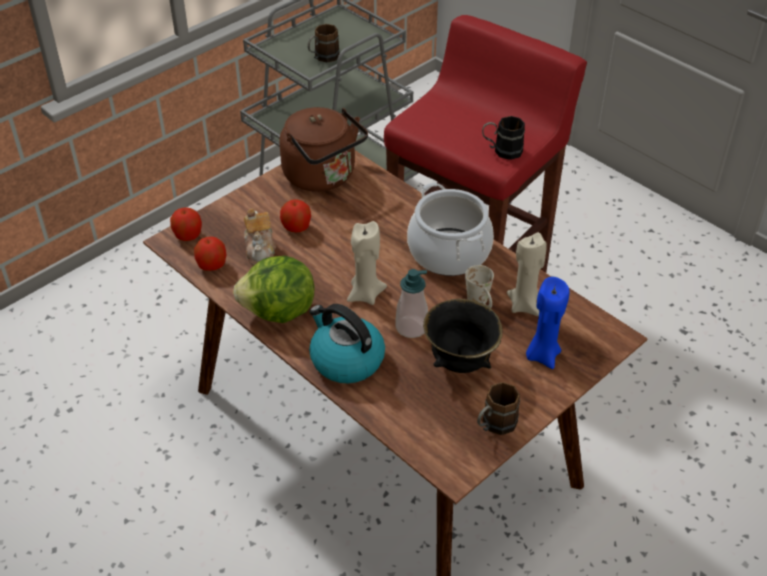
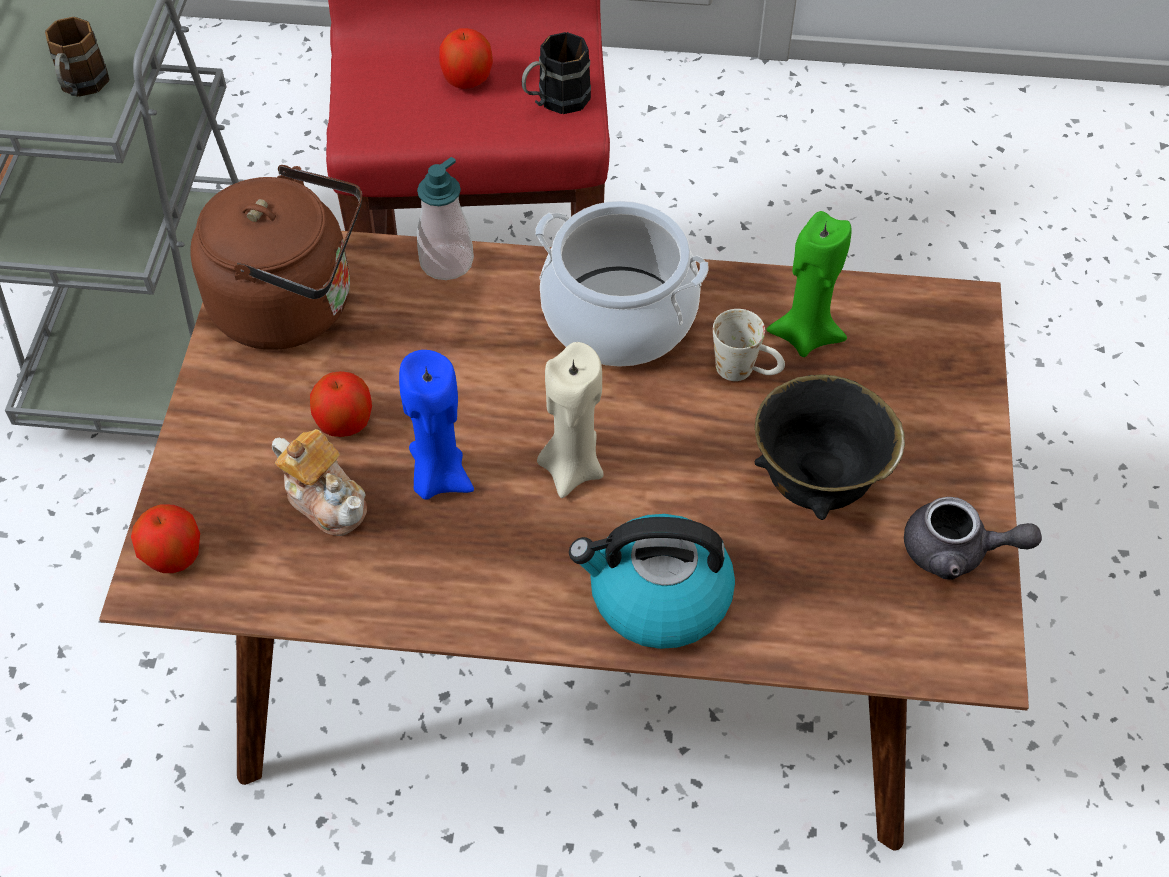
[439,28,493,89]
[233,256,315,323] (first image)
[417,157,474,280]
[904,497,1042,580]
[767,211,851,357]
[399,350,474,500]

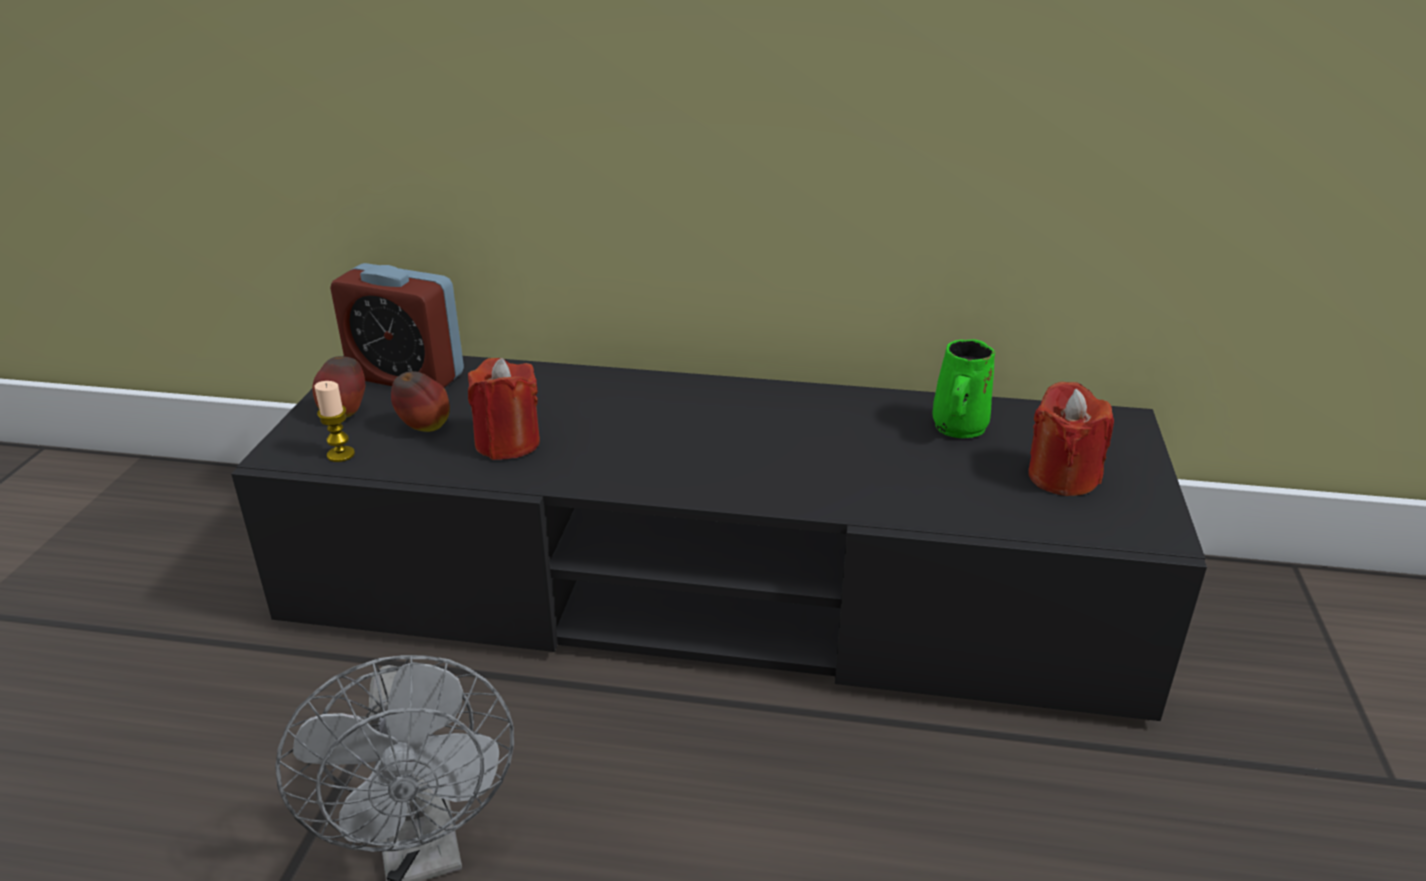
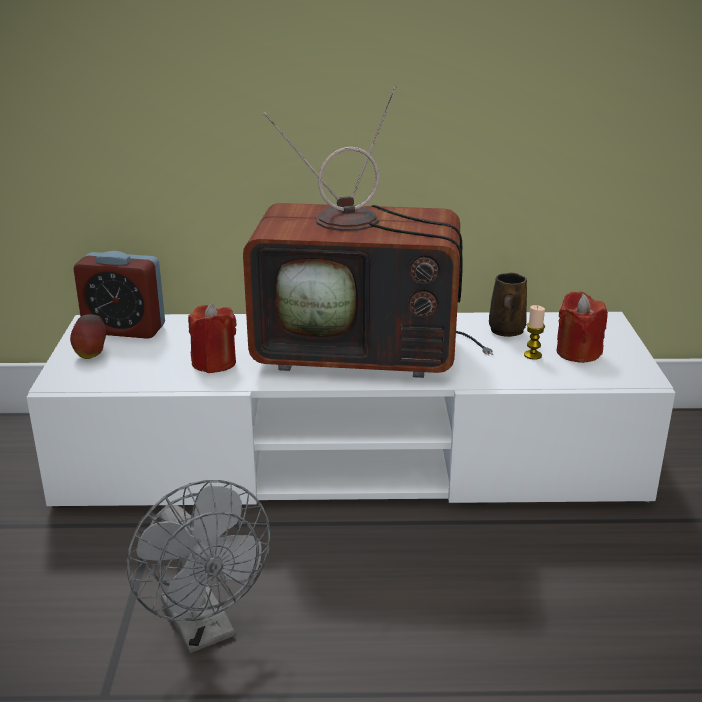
[26,312,675,508]
[524,305,545,360]
[391,371,450,432] (first image)
[489,273,527,337]
[243,86,493,378]

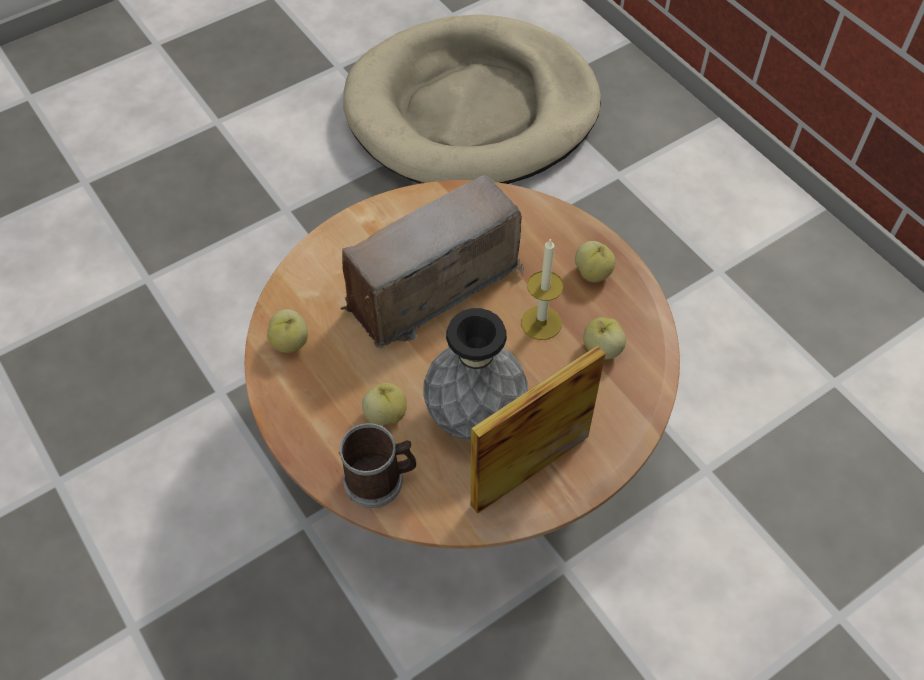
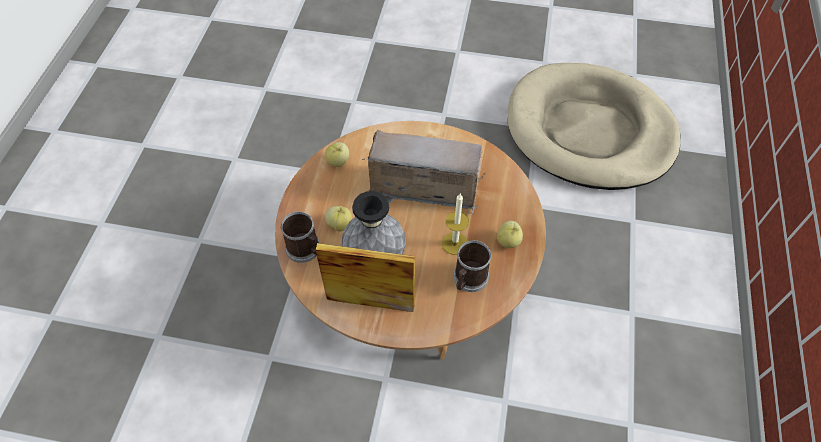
[453,240,491,292]

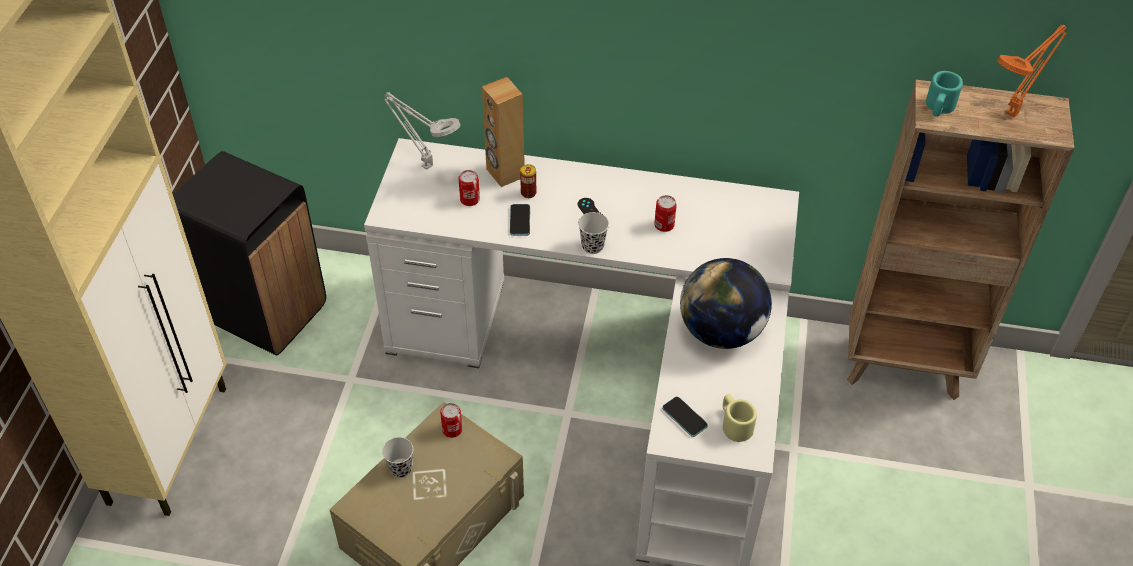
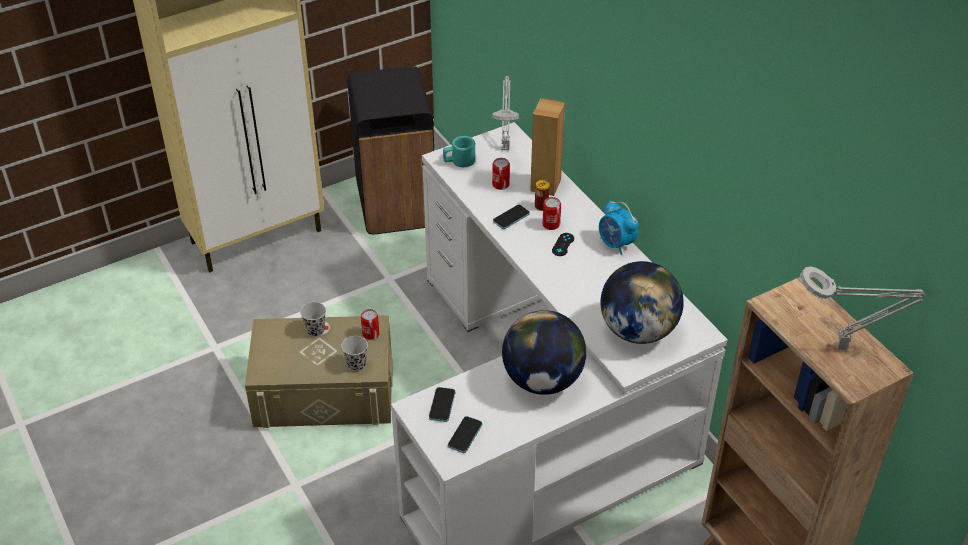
[341,336,368,371]
[542,197,561,230]
[448,416,482,453]
[443,136,475,167]
[800,266,926,350]
[599,200,639,255]
[600,261,684,344]

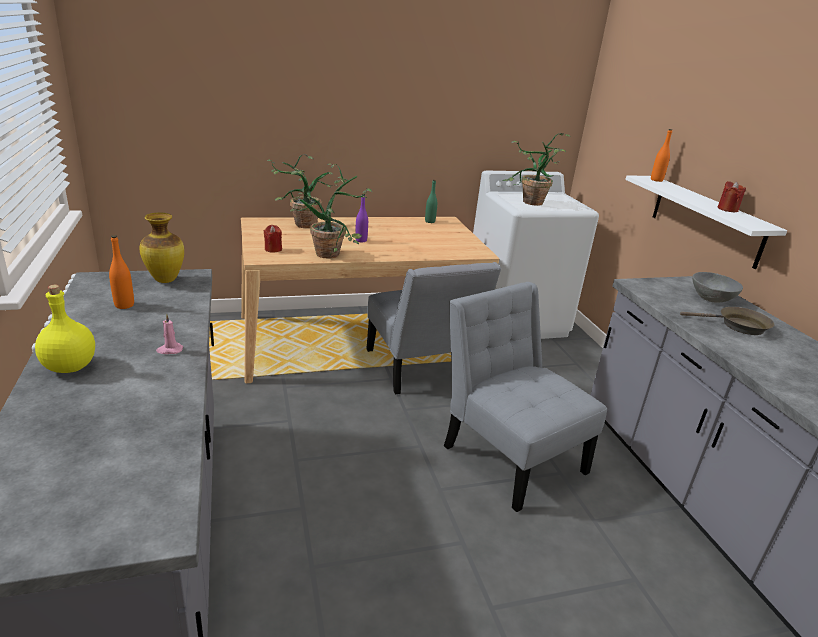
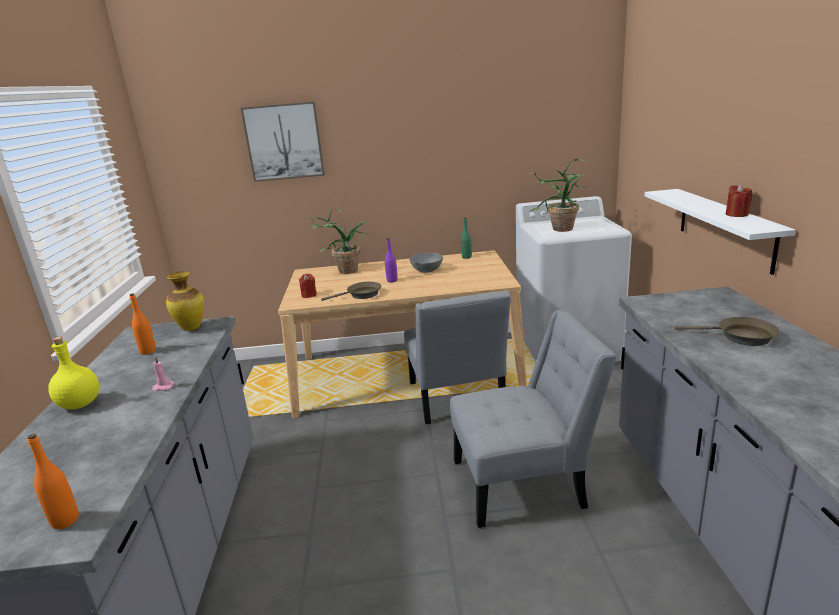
[321,281,381,301]
[450,310,617,528]
[28,434,79,529]
[410,253,443,273]
[241,101,325,182]

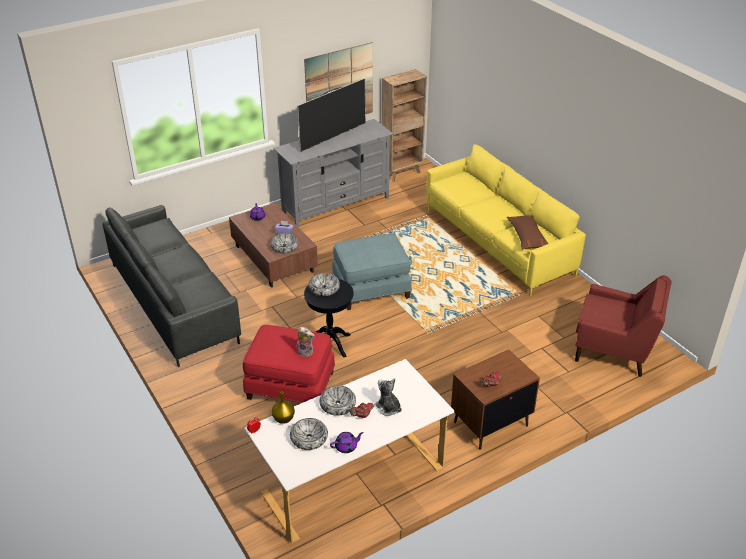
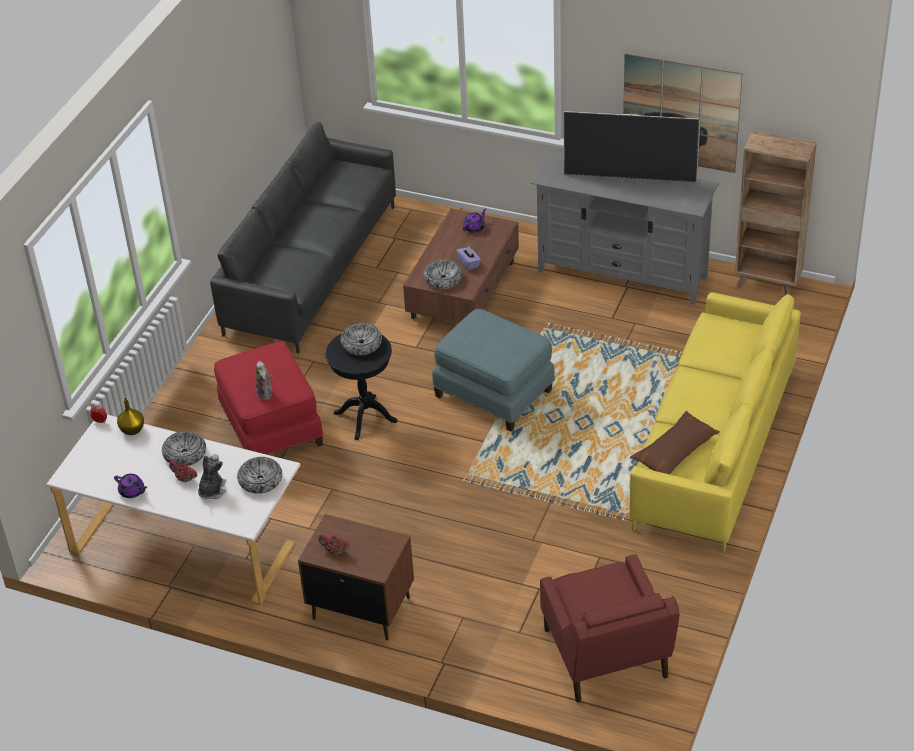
[237,457,282,494]

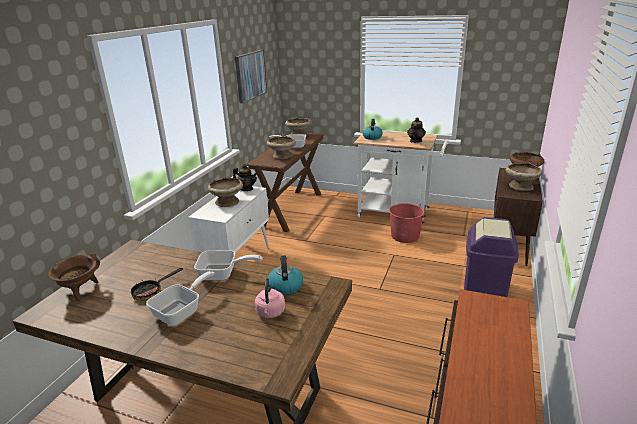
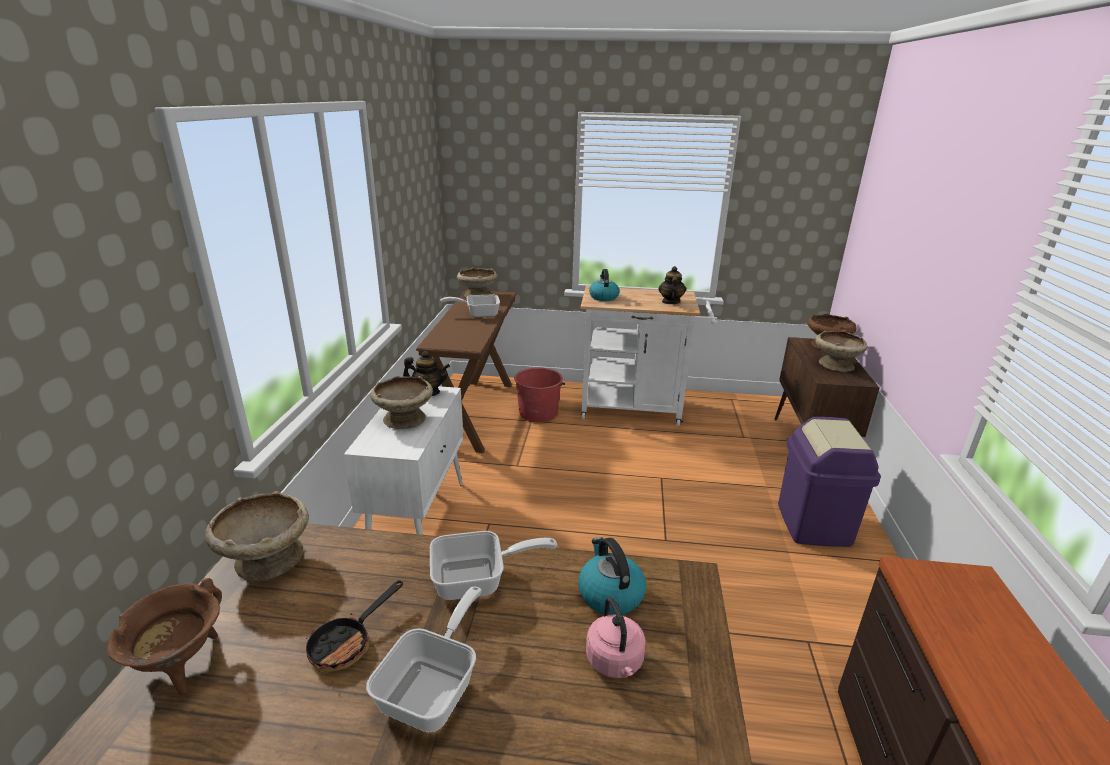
[235,50,267,103] (first image)
[205,491,309,581]
[514,367,565,422]

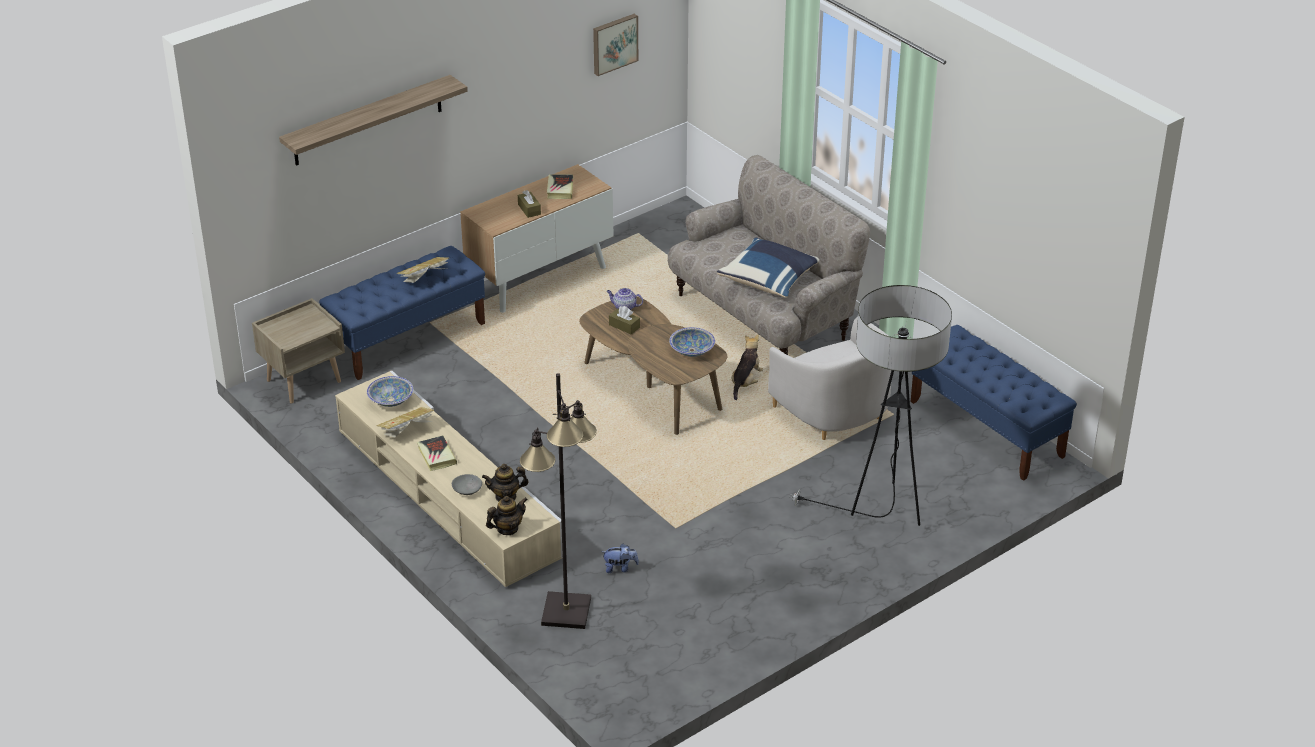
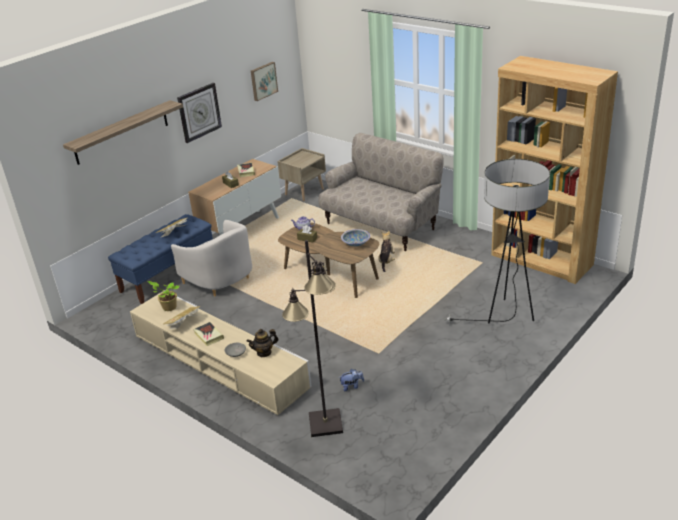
[277,148,326,201]
[147,281,179,311]
[486,496,528,535] (first image)
[717,237,819,298] (first image)
[171,220,252,297]
[491,56,618,284]
[177,83,222,143]

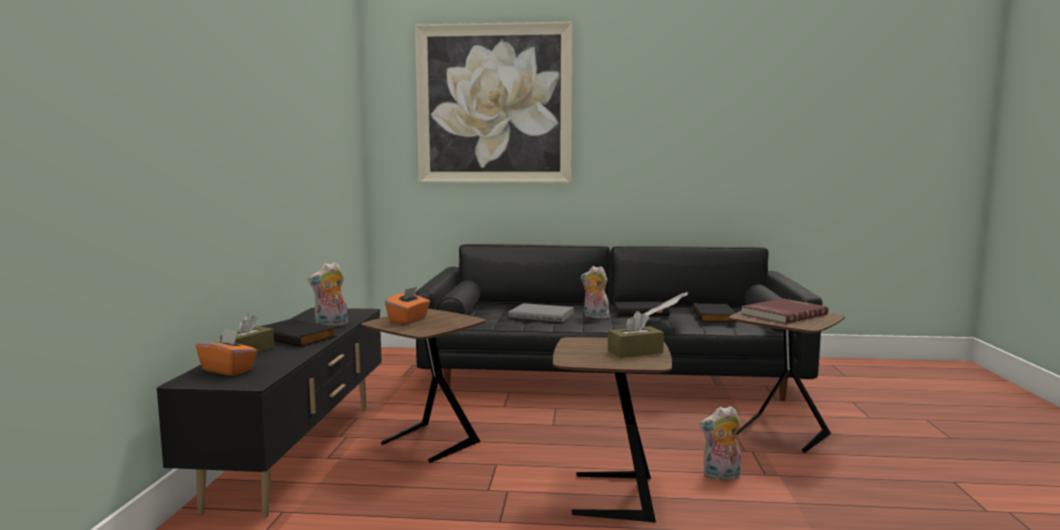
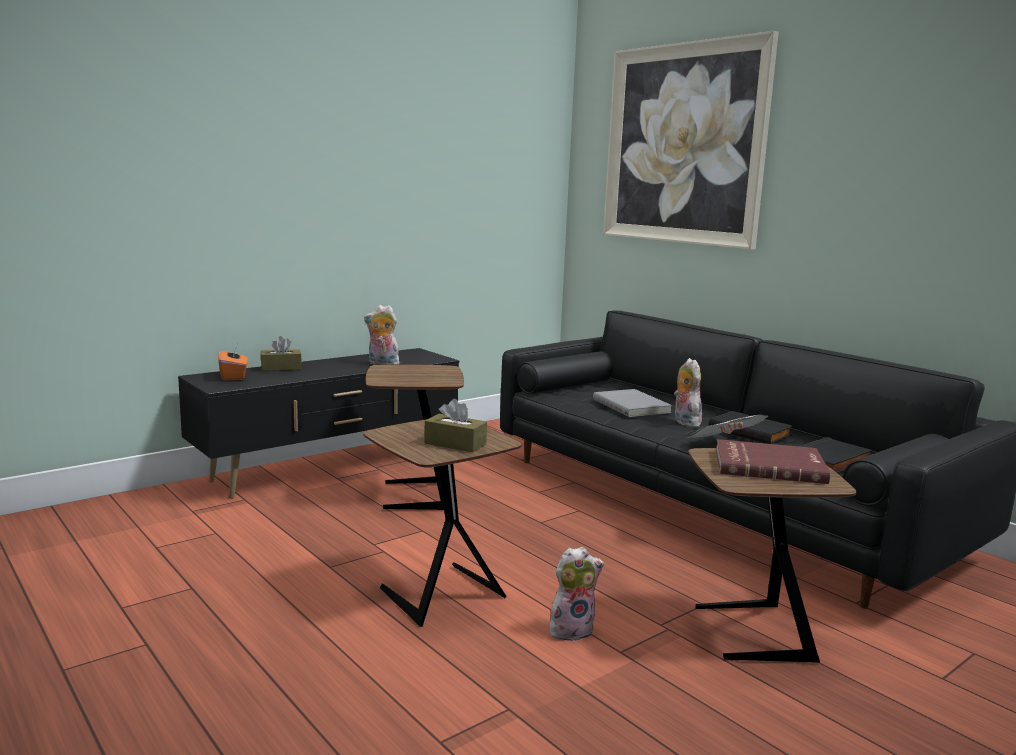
[259,319,337,347] (first image)
[385,287,430,324] (first image)
[550,547,604,641]

